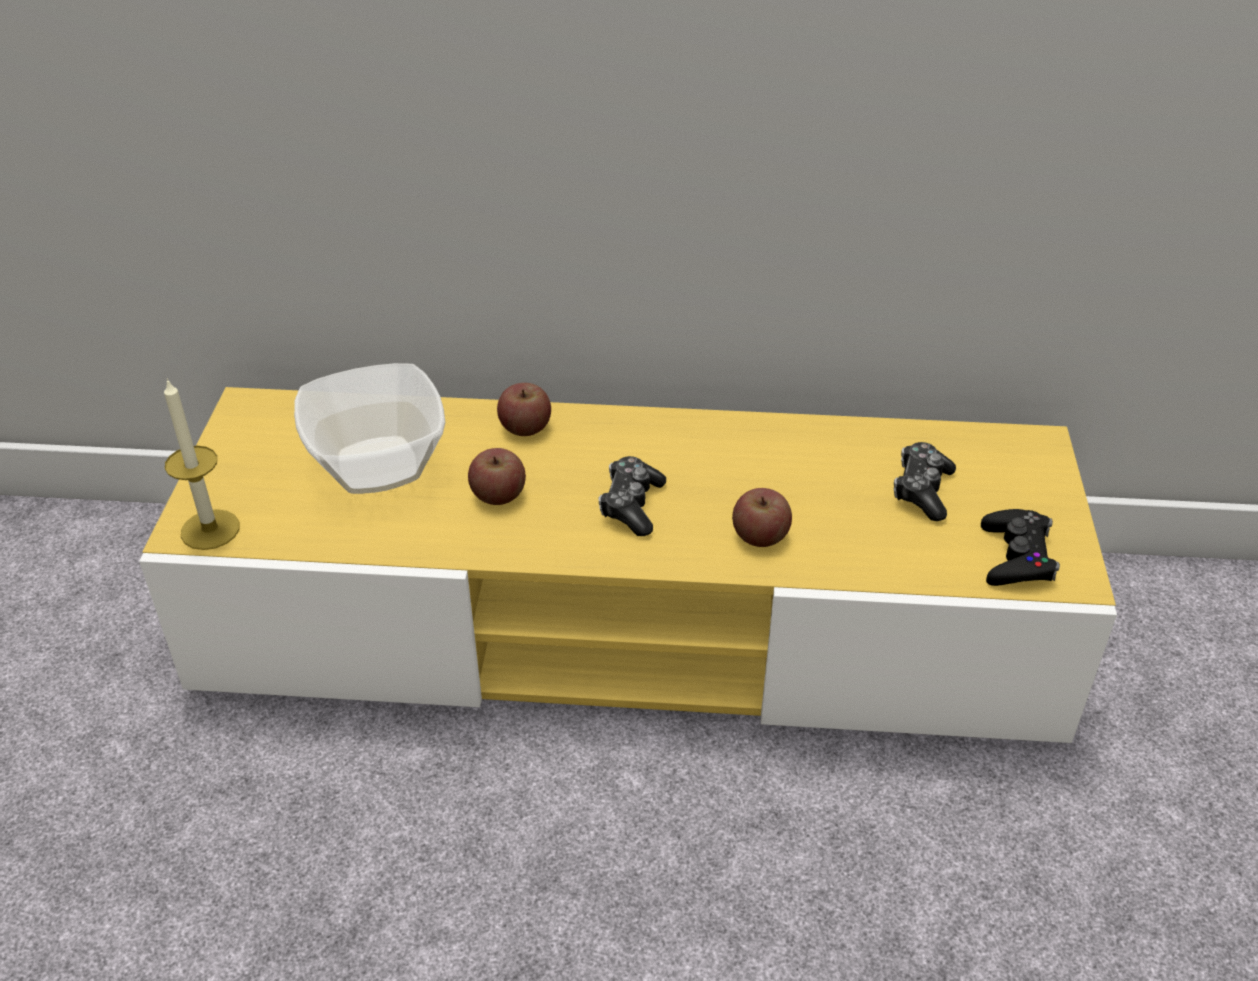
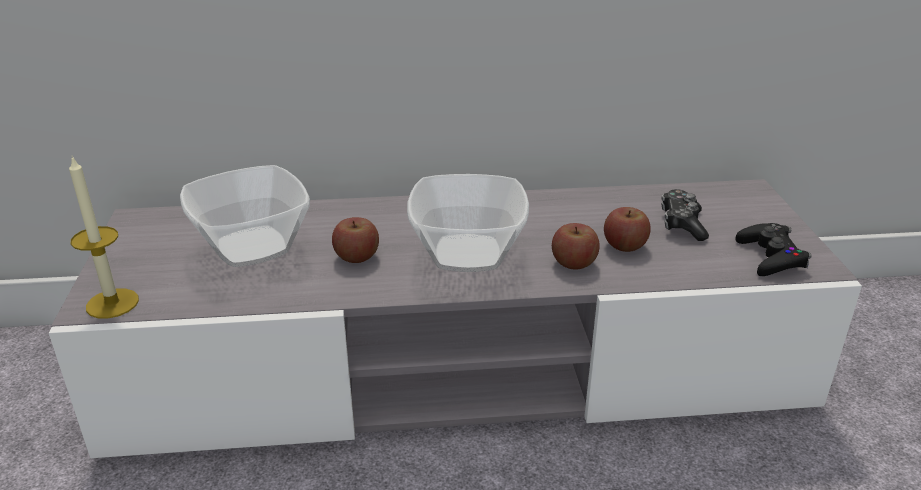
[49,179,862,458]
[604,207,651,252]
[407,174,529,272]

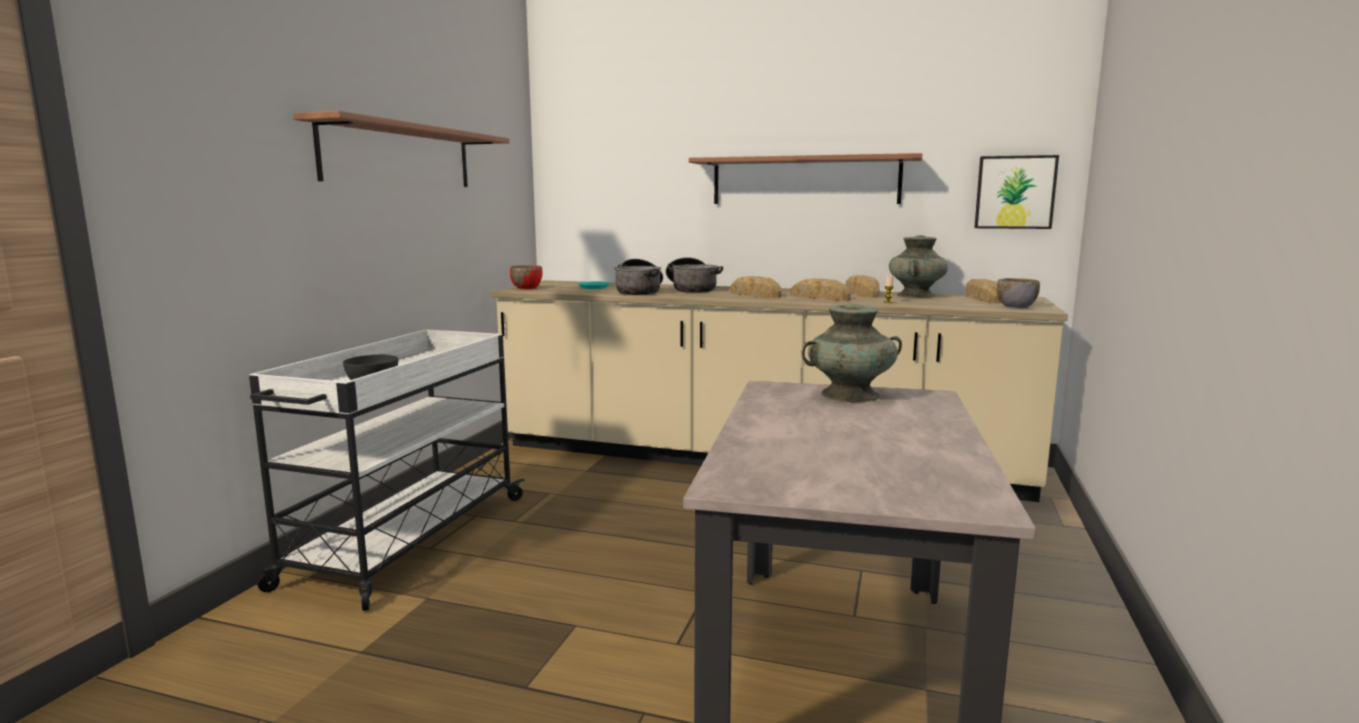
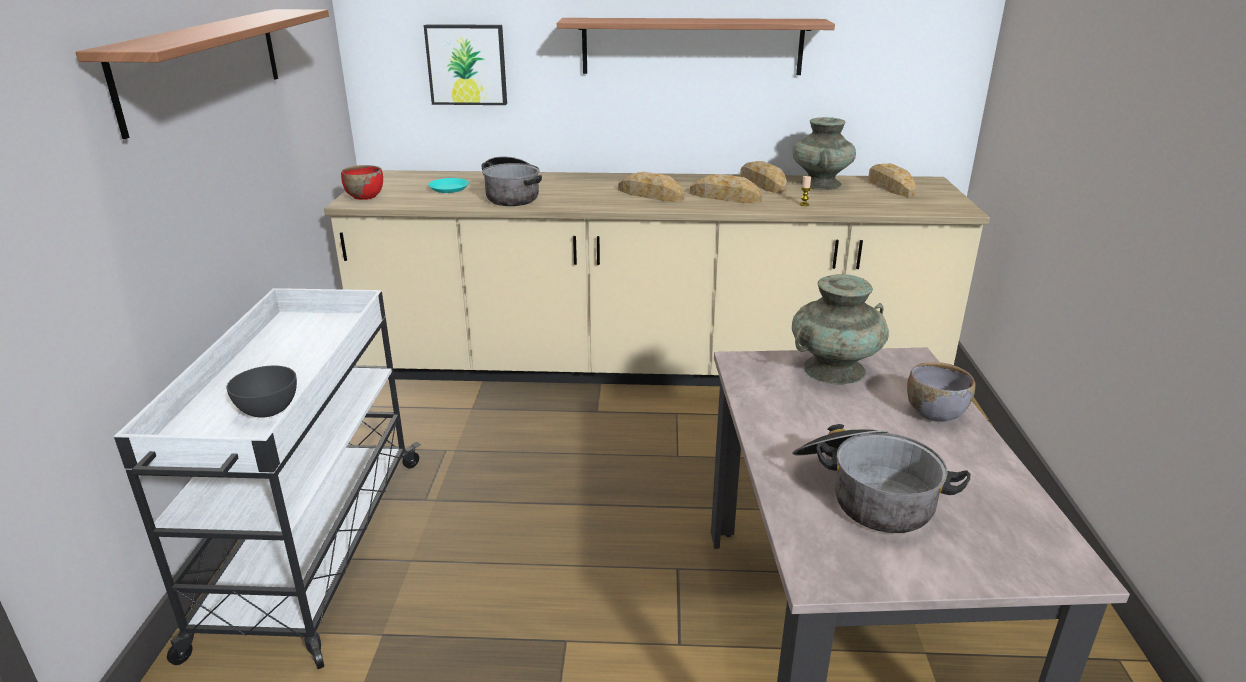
[792,424,970,533]
[424,24,507,105]
[907,362,975,422]

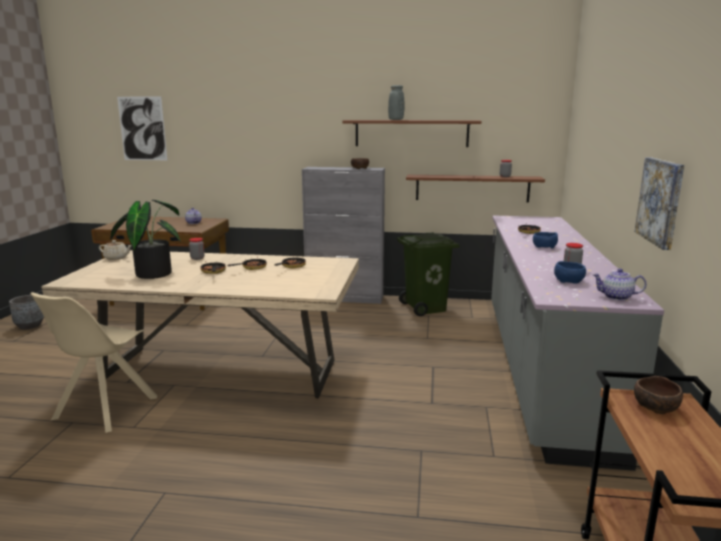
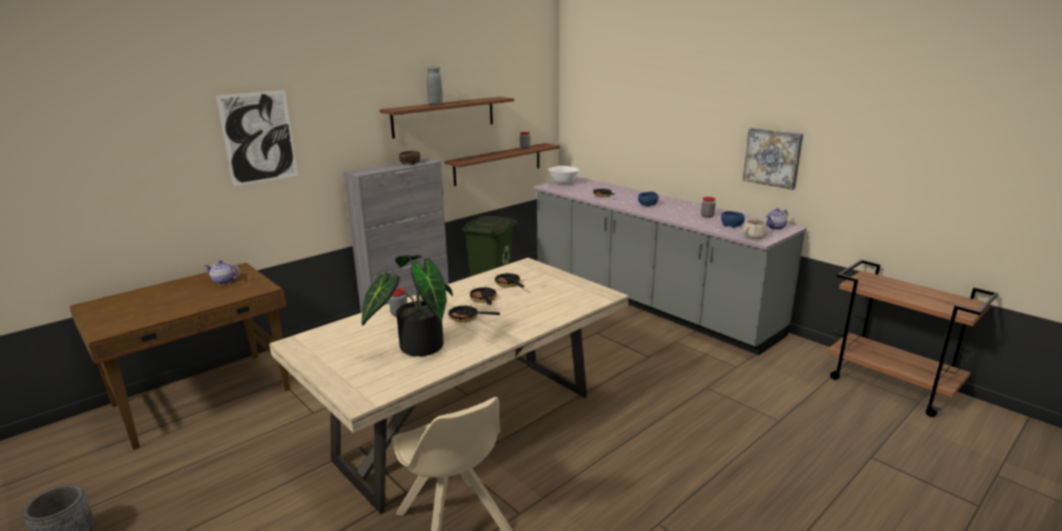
[742,218,768,239]
[216,90,298,186]
[634,376,683,414] (first image)
[548,166,579,184]

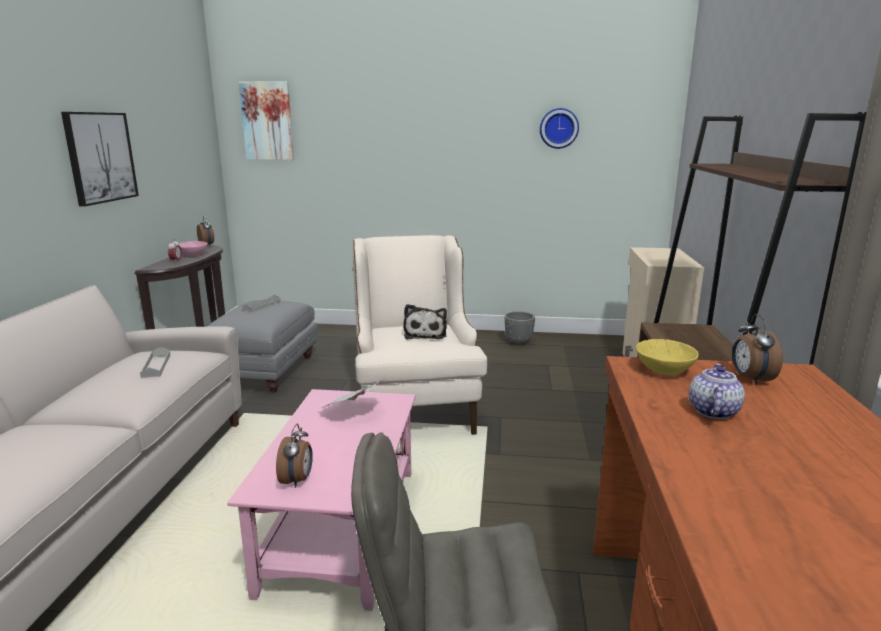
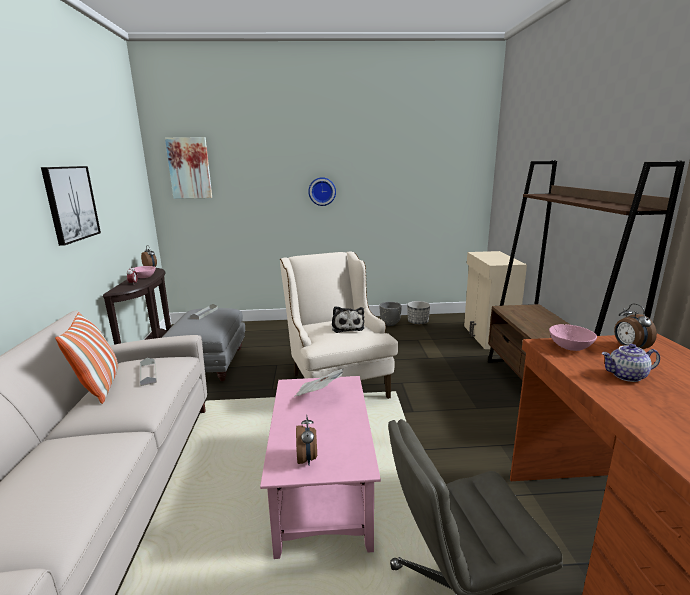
[308,177,336,206]
[549,324,597,351]
[601,344,660,382]
[55,312,118,404]
[407,301,430,325]

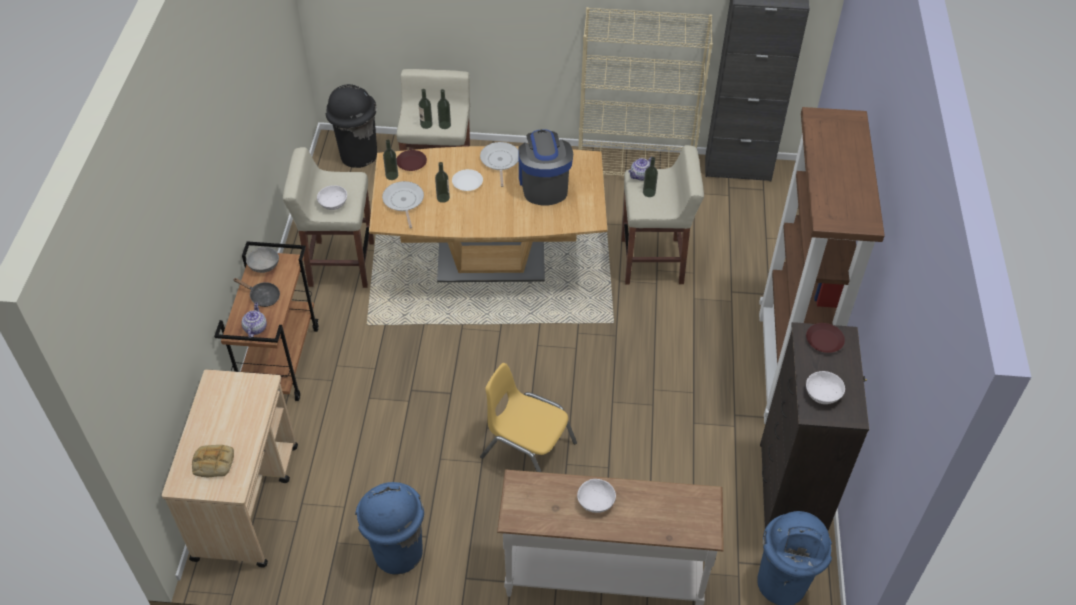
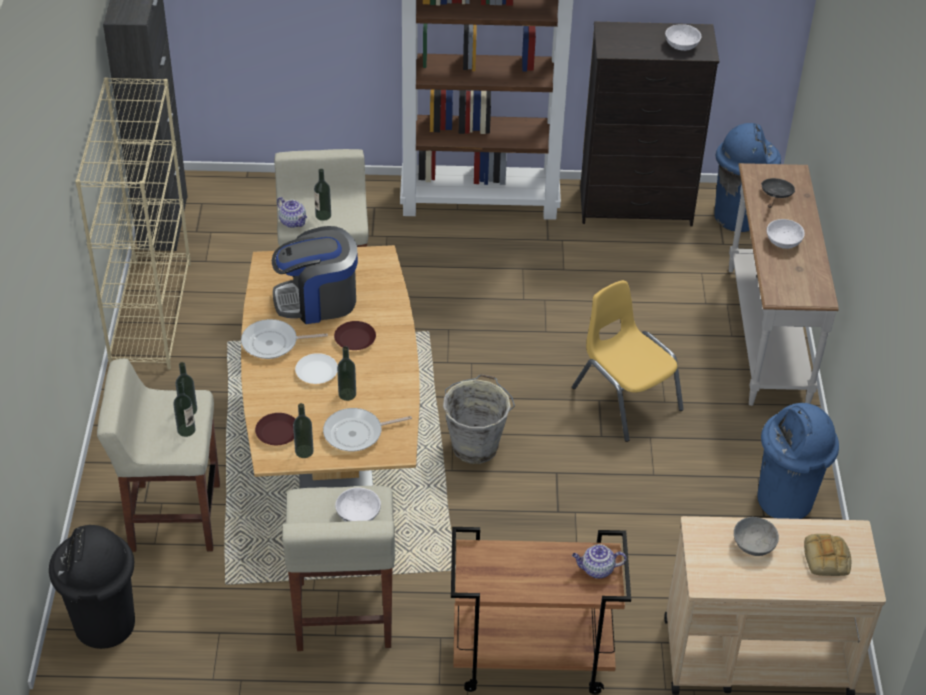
[761,178,795,208]
[734,517,779,556]
[572,280,684,442]
[334,321,376,350]
[443,374,515,464]

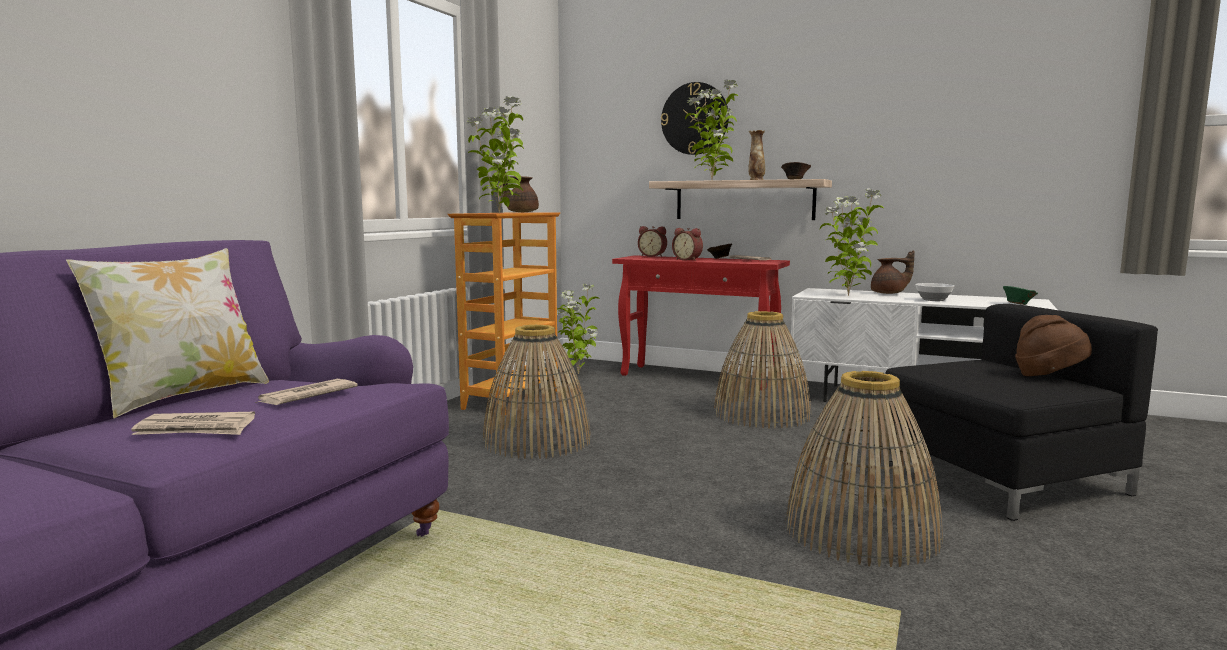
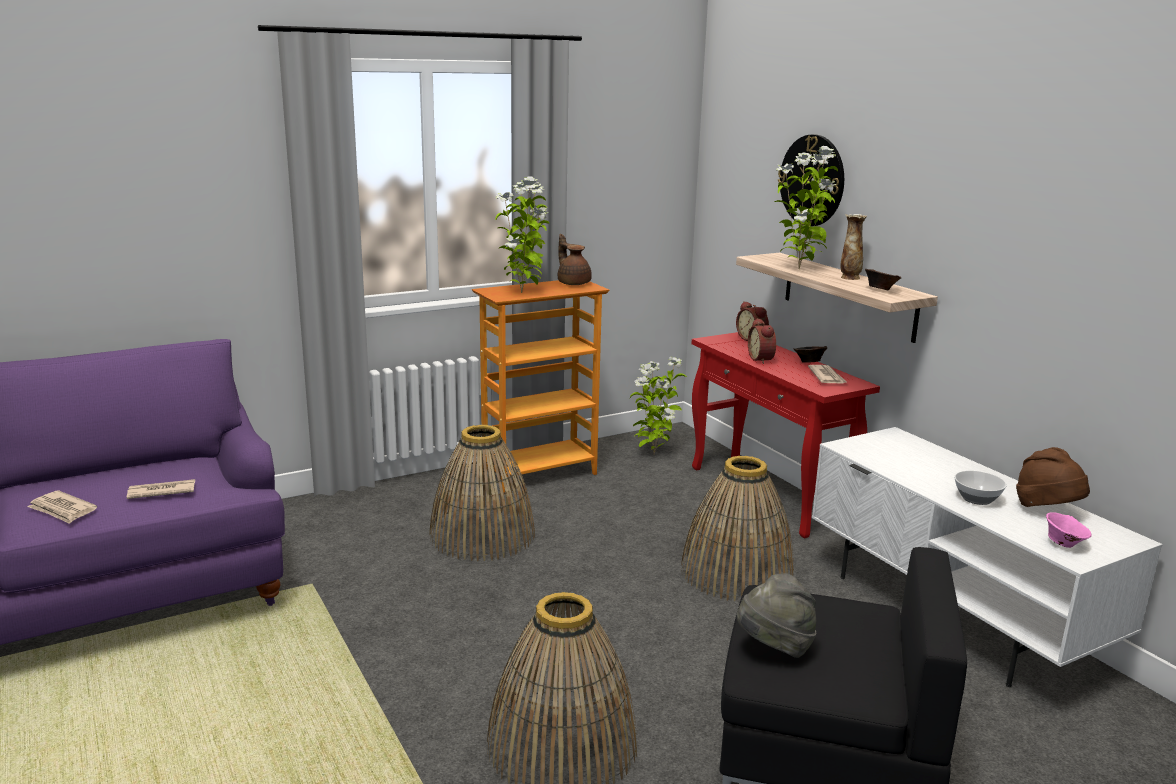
[65,248,269,418] (first image)
[820,188,884,296] (first image)
[871,251,915,294] (first image)
[1046,512,1091,548]
[1016,447,1090,507]
[736,573,816,658]

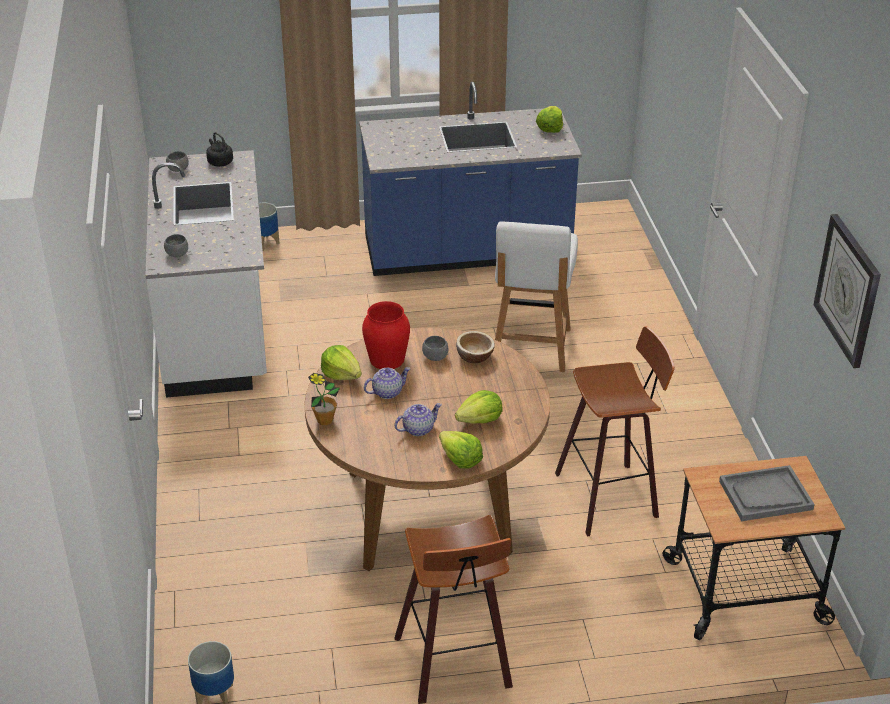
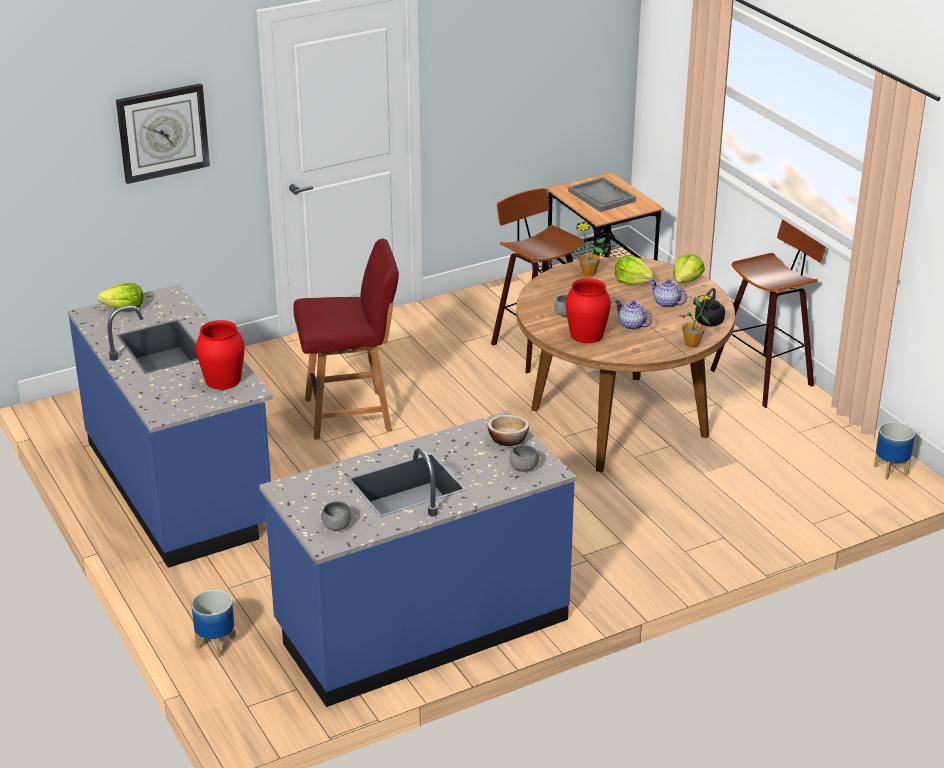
[259,411,576,707]
[695,288,725,326]
[321,345,362,380] (first image)
[487,415,529,446]
[293,239,399,440]
[116,83,210,184]
[196,320,245,390]
[576,222,605,277]

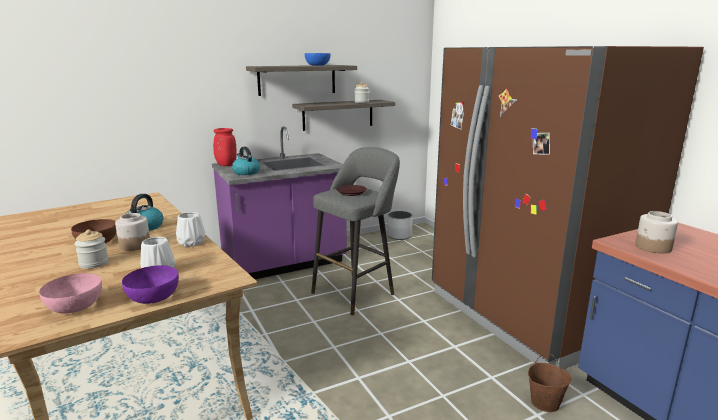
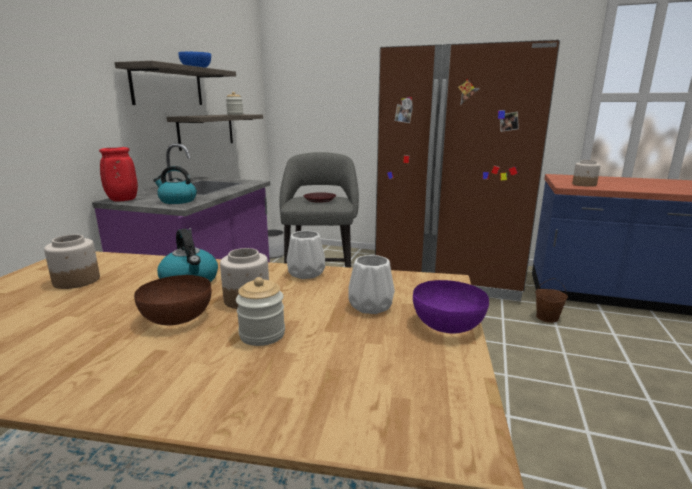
[39,273,102,314] (first image)
[44,234,100,289]

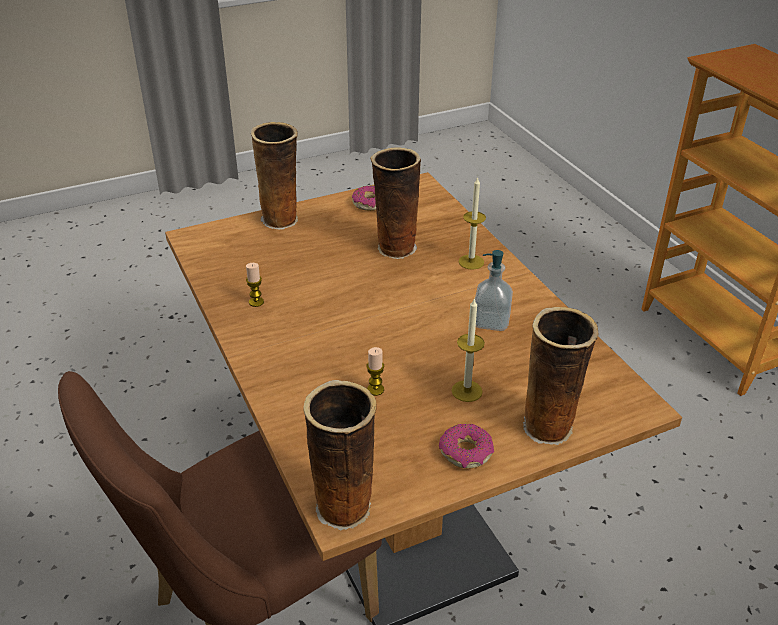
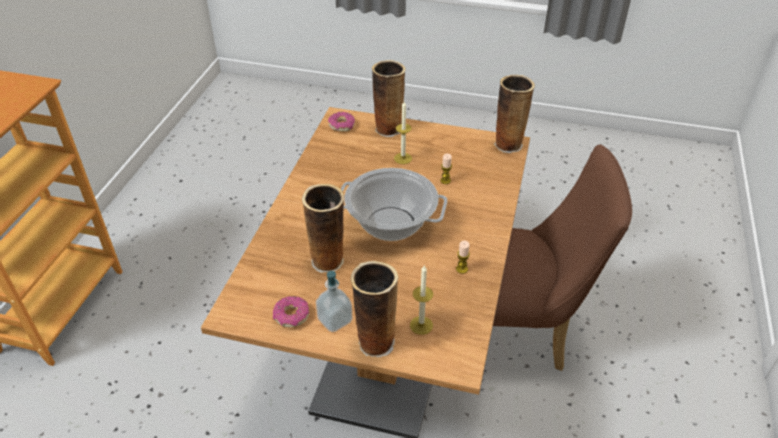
[328,112,355,132]
[410,265,433,335]
[316,271,352,332]
[341,168,447,241]

